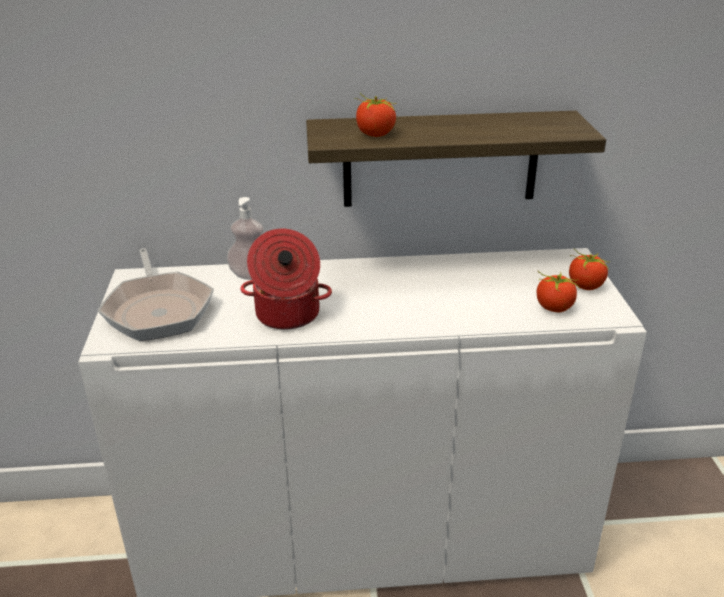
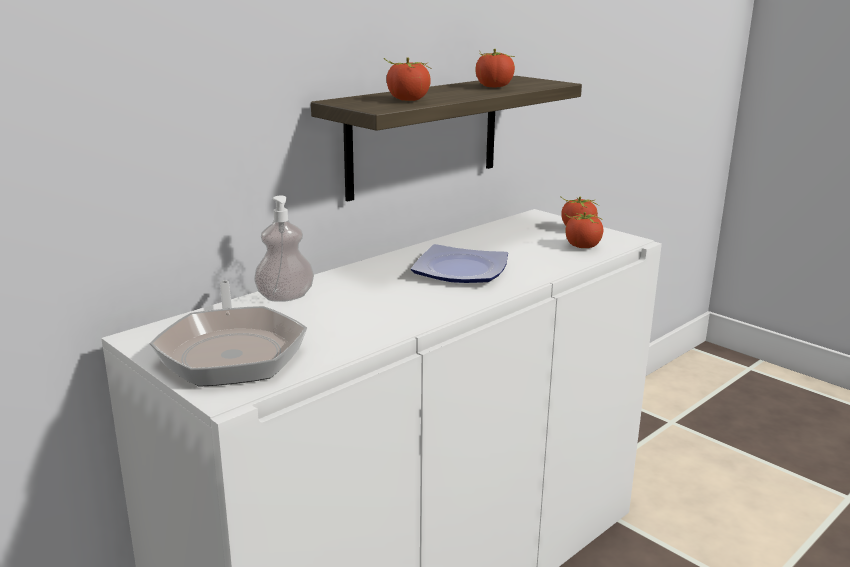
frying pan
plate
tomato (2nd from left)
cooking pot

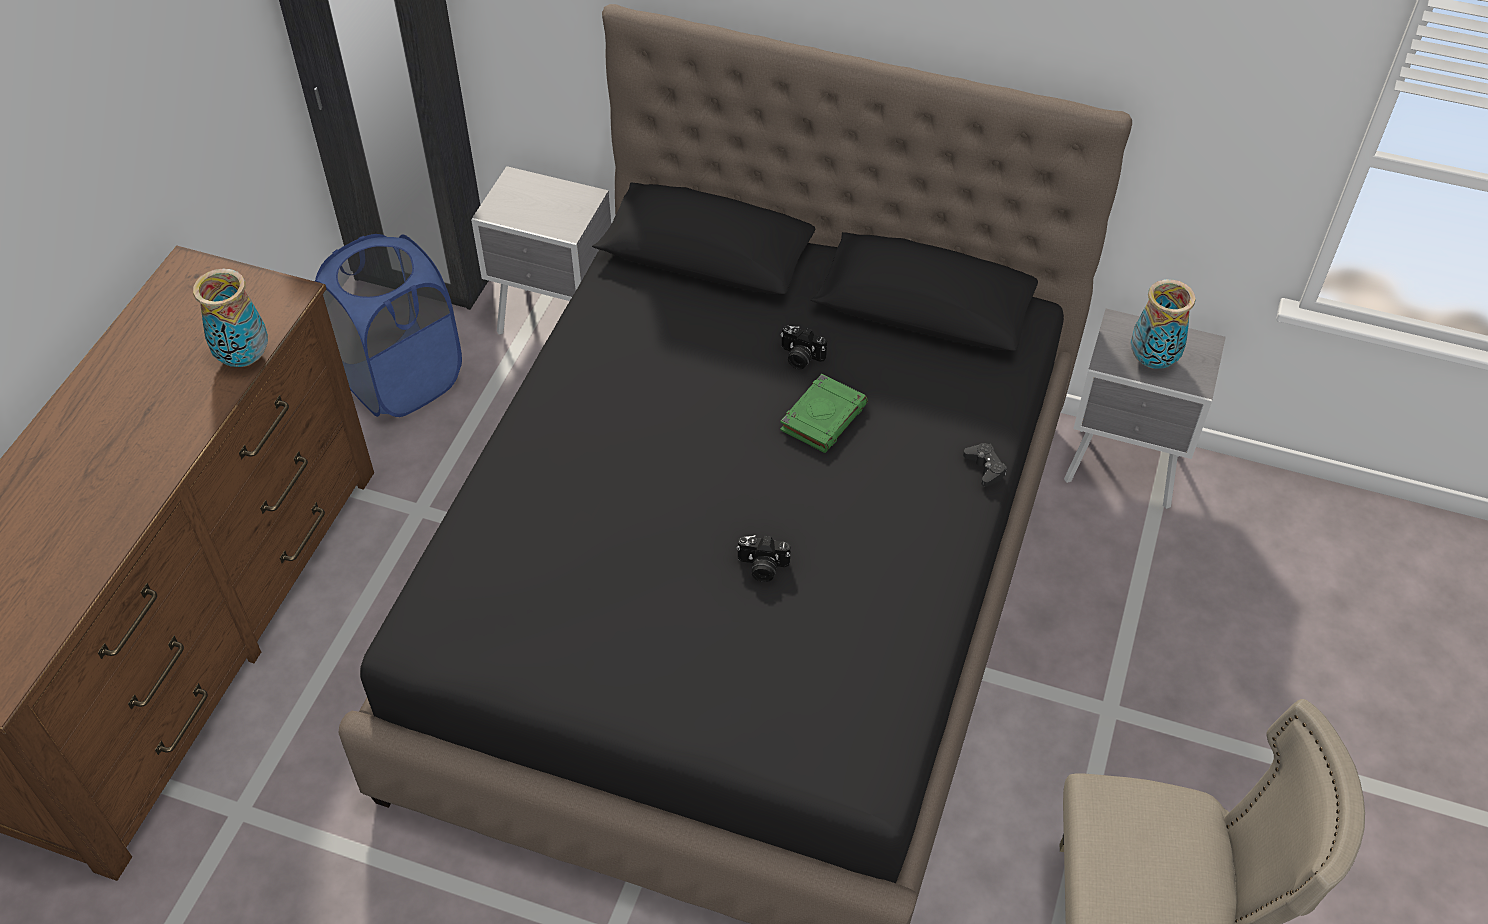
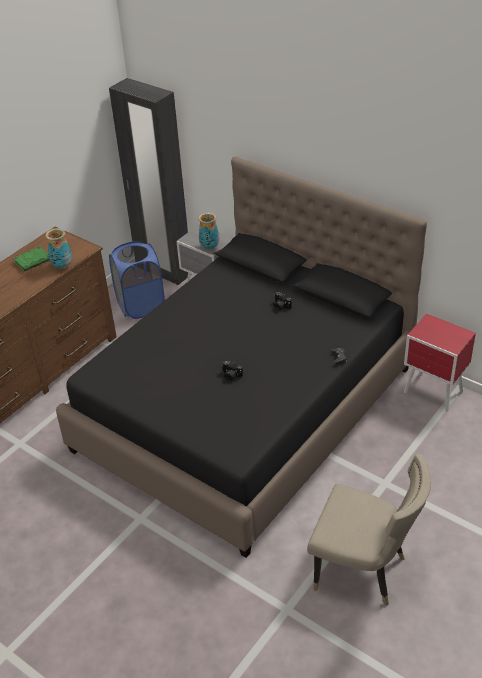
book (green)
vase (2nd from left)
nightstand (red)

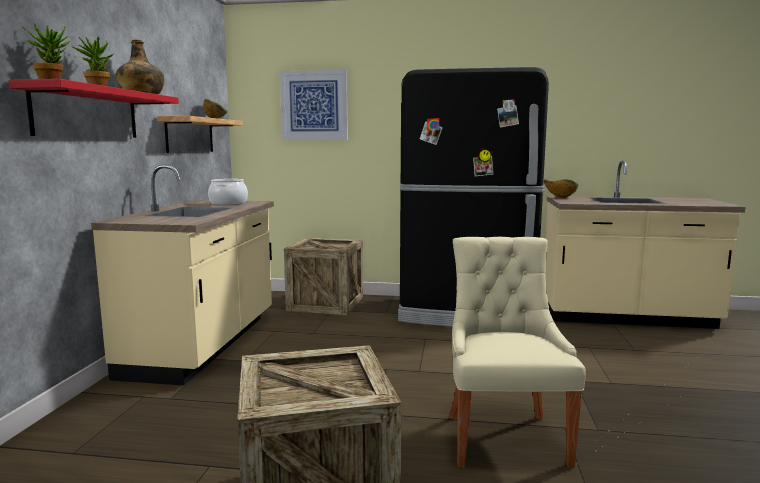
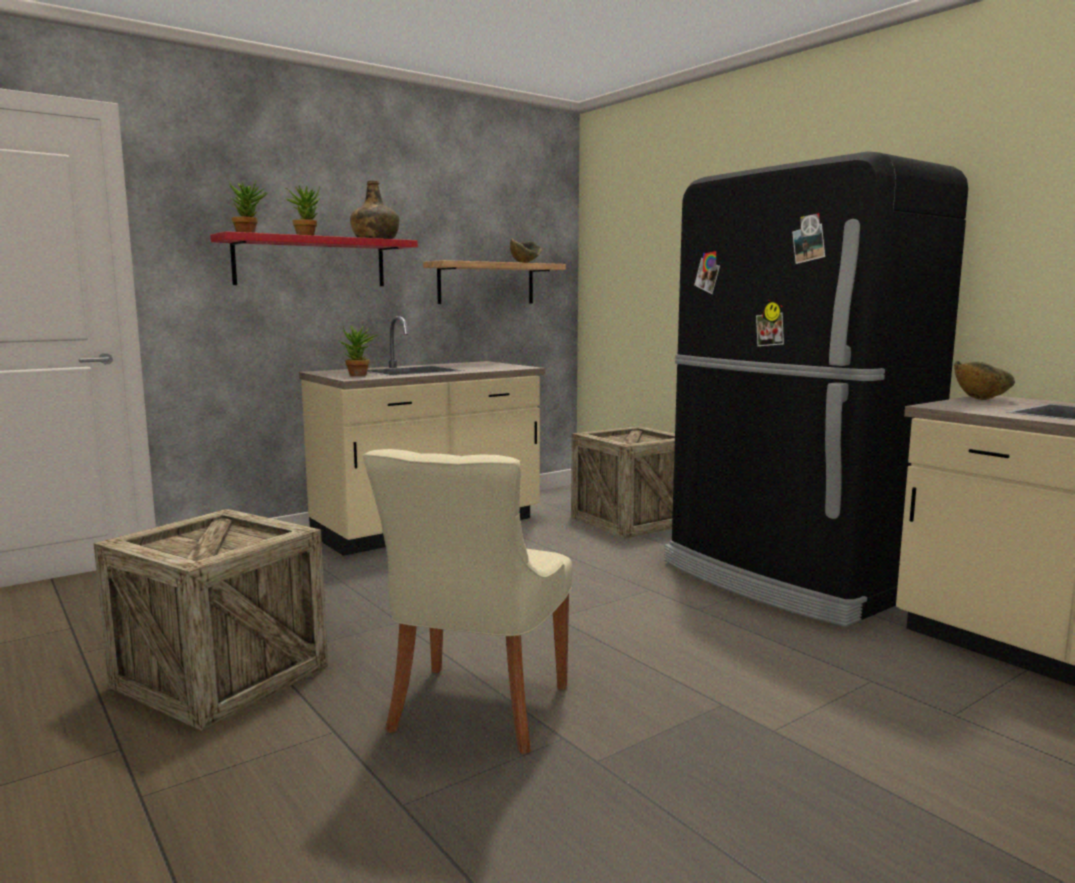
potted plant (3rd from left)
chair (beige)
cooking pot
picture

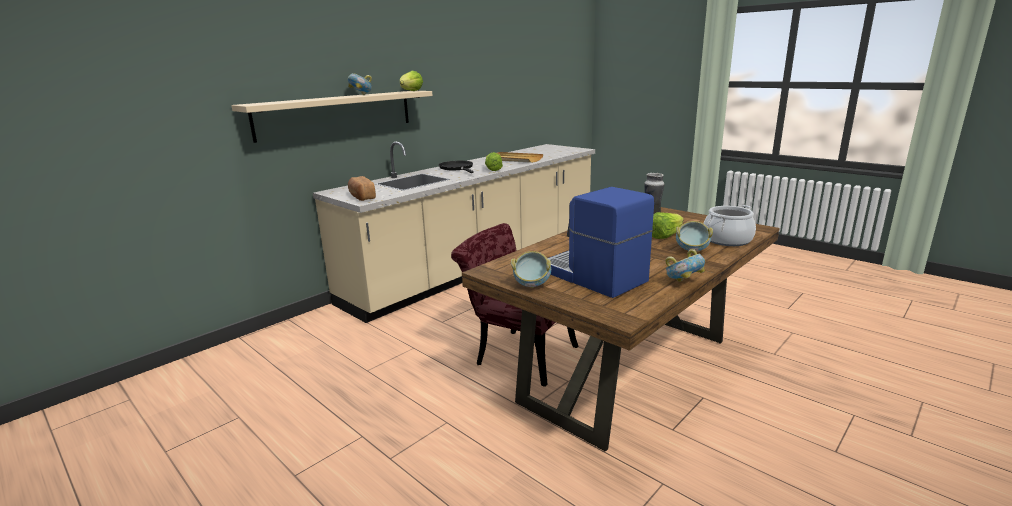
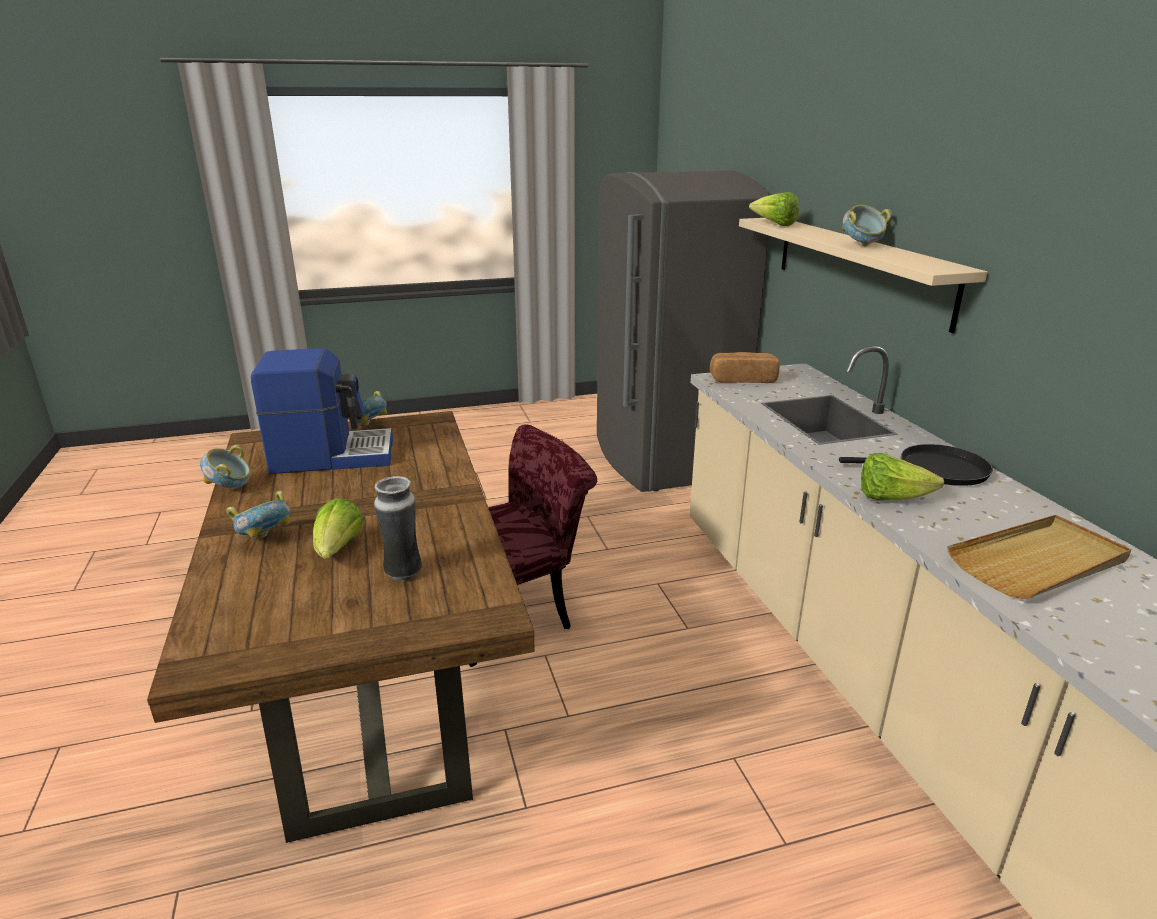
fridge (grey)
lettuce (2nd from left)
cooking pot

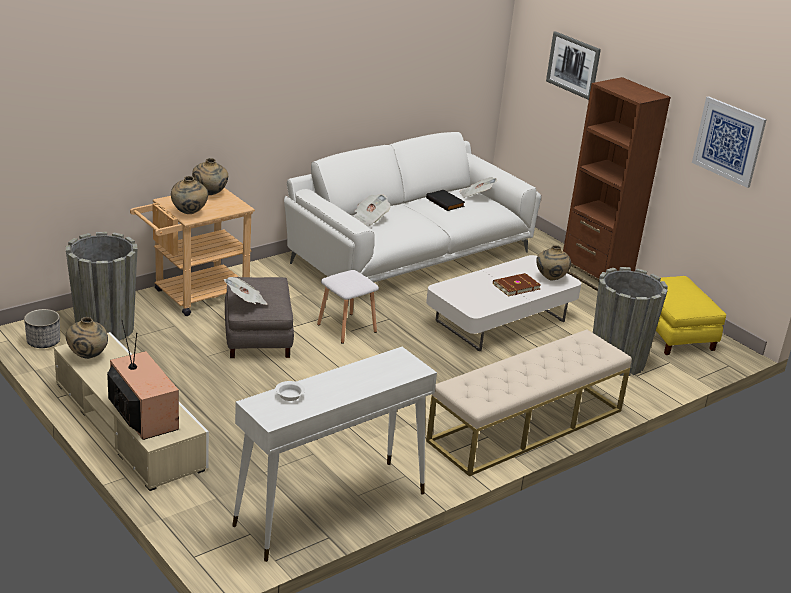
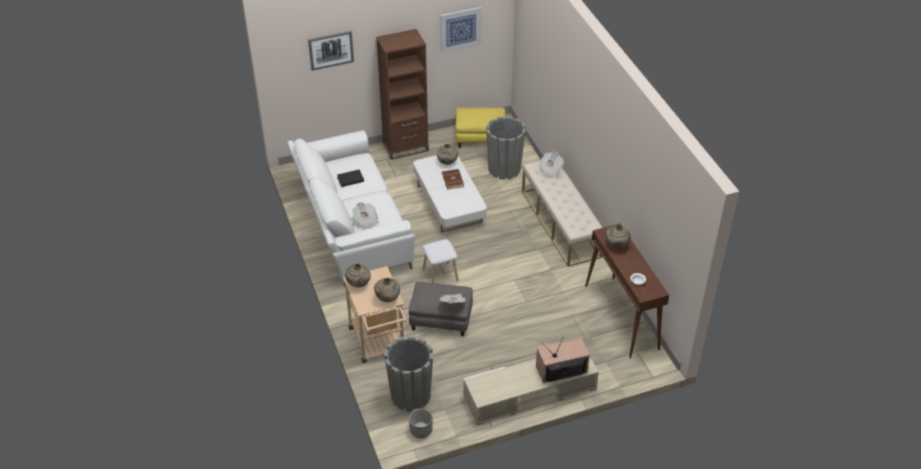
newspaper (3rd from left)
console table (brown)
vase (beige) (4th from left)

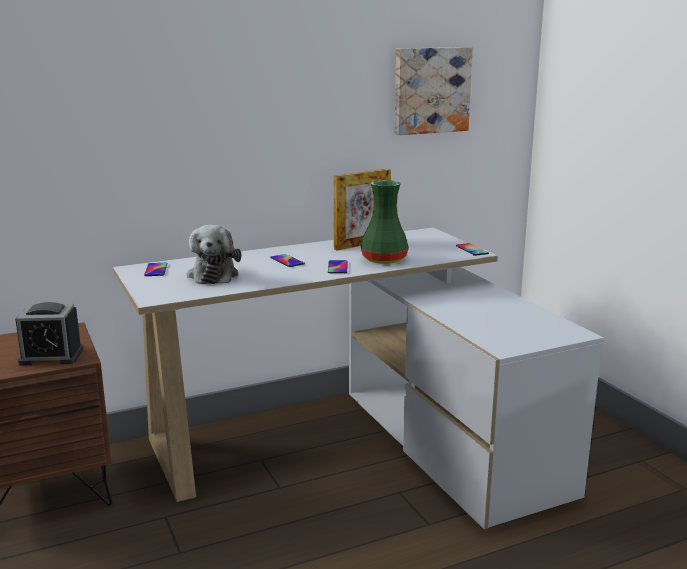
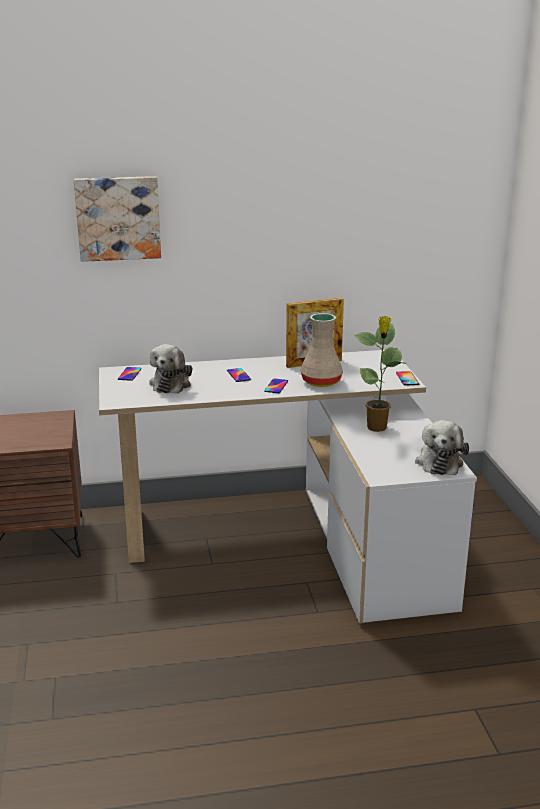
picture
vase (beige)
potted plant
plush toy (2nd from left)
alarm clock

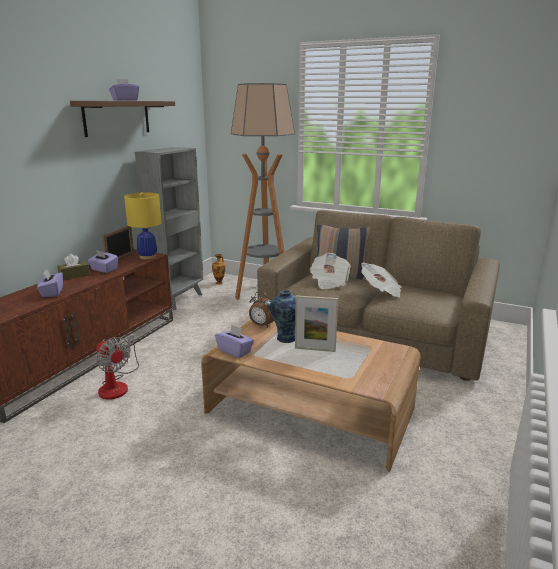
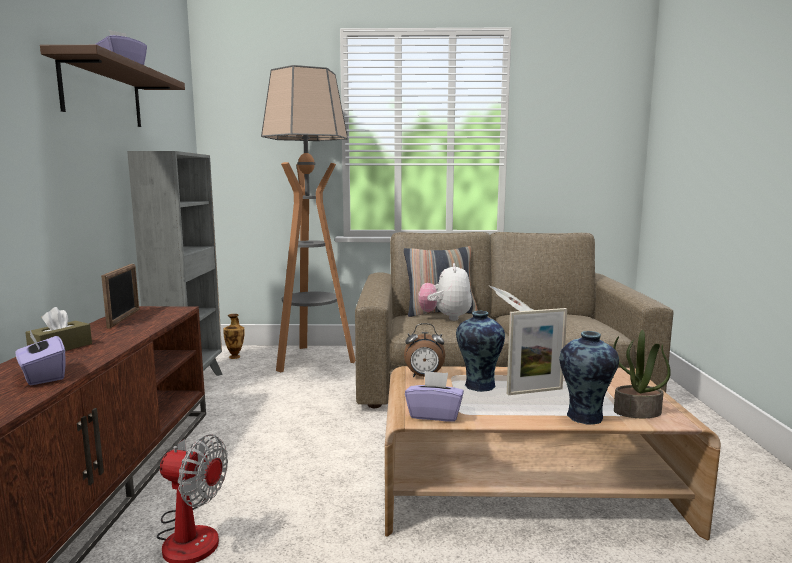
plush toy
vase (3rd from left)
potted plant
tissue box (purple) (2nd from left in the first image)
table lamp (yellow)

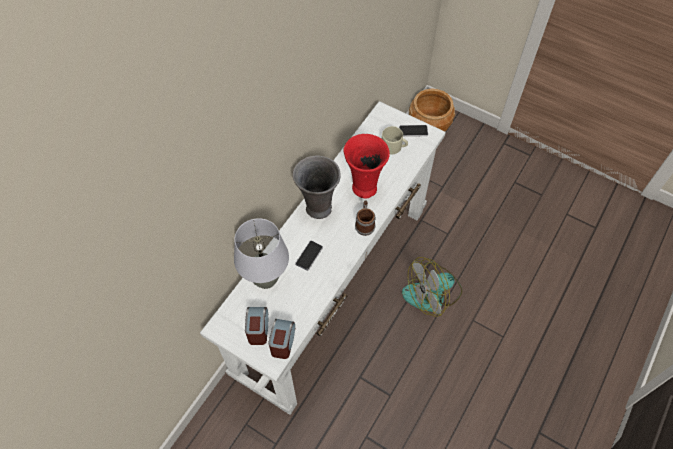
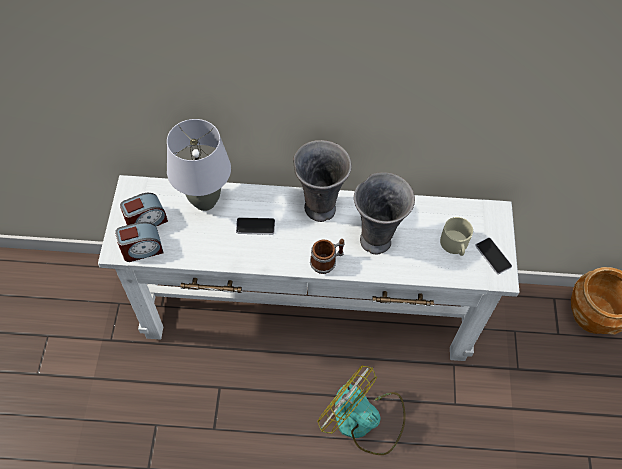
vase (grey) (2nd from left)

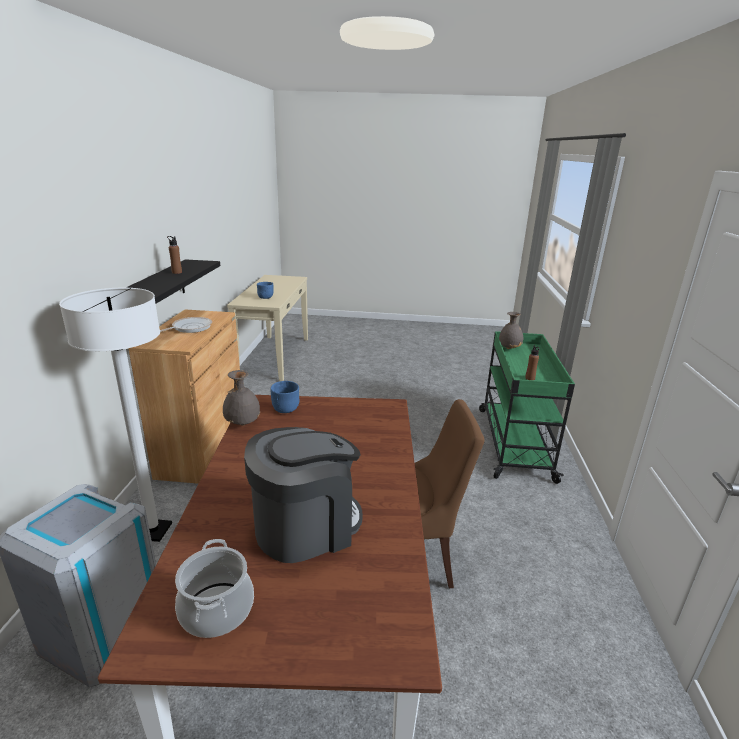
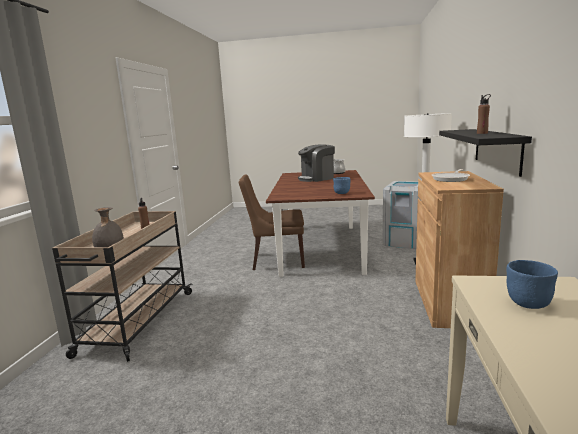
cart (beige)
vase (grey) (1st from left in the first image)

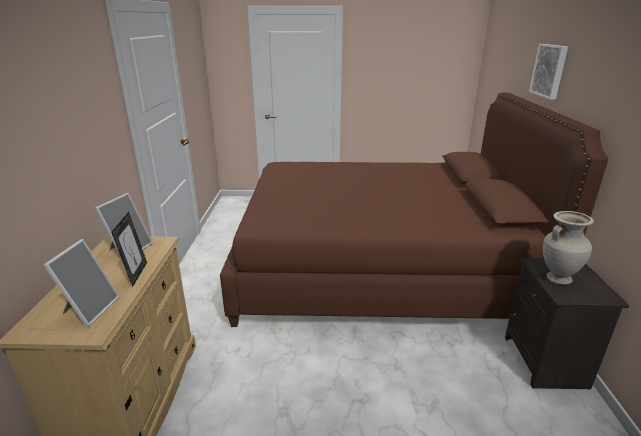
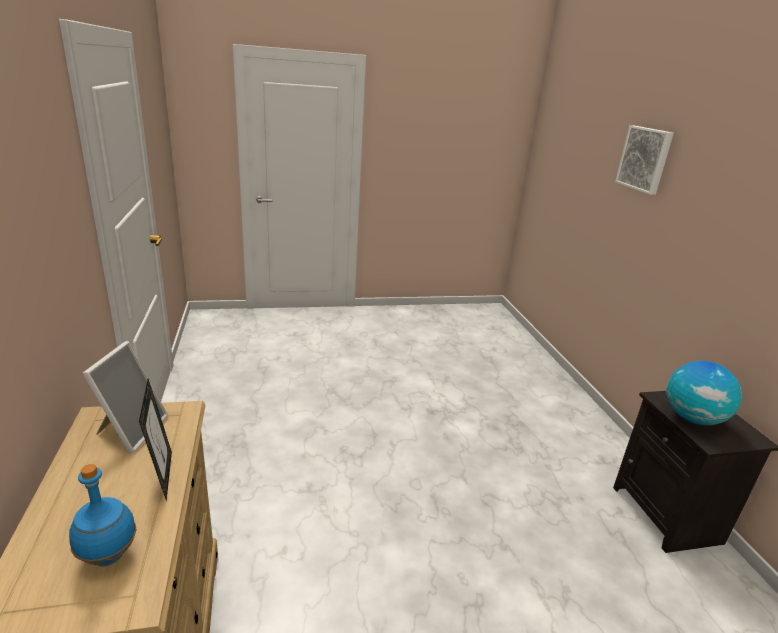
bottle (blue)
globe
bed (brown)

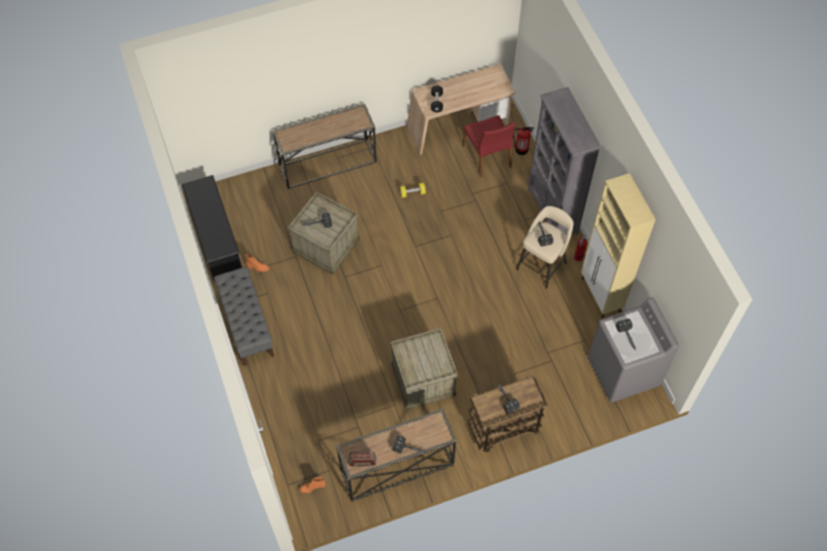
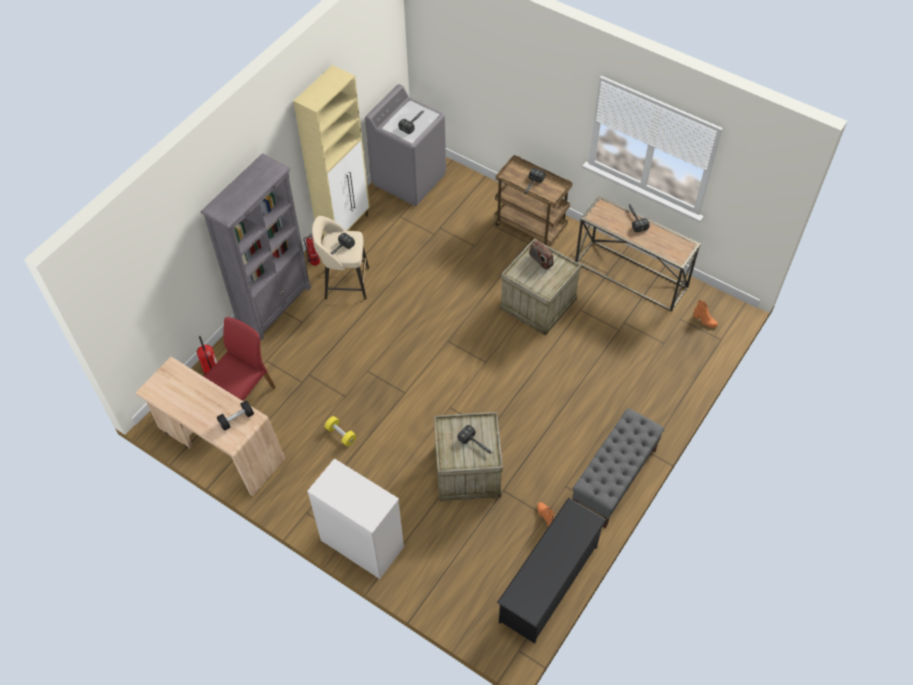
dresser (white)
radio

